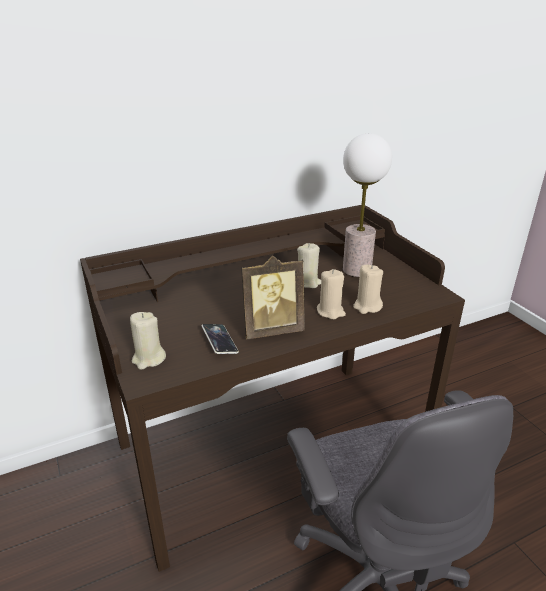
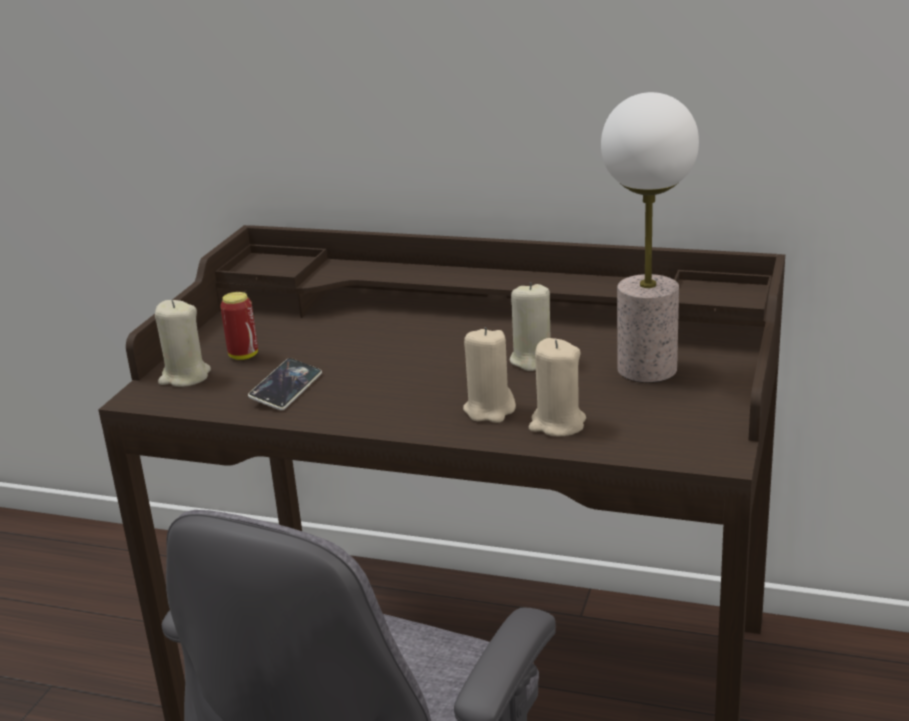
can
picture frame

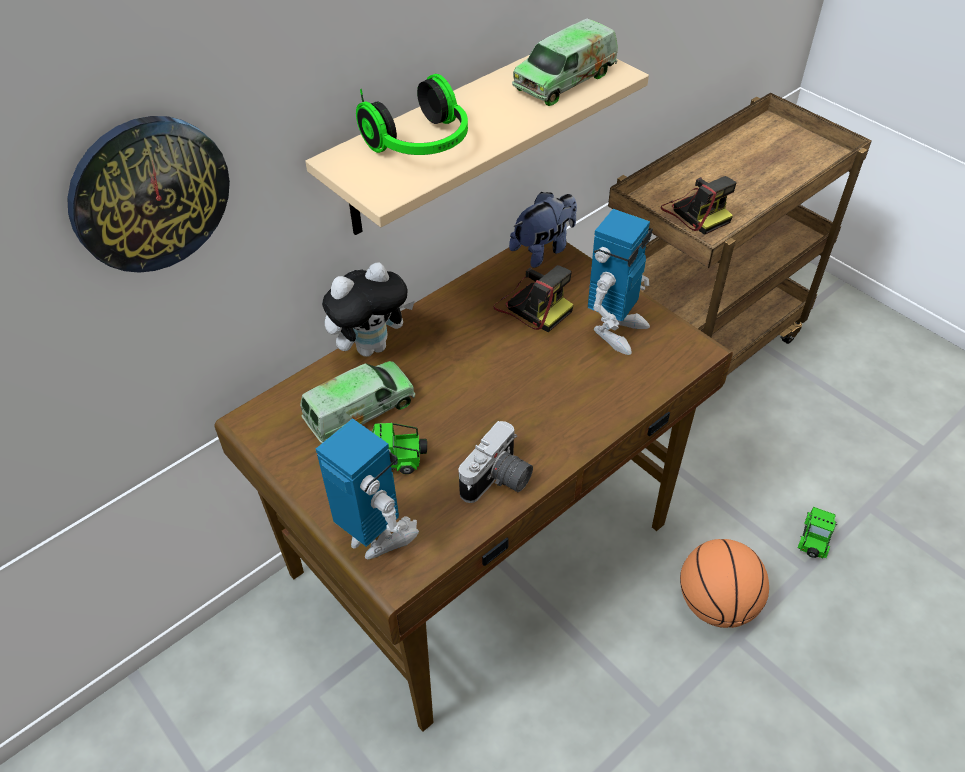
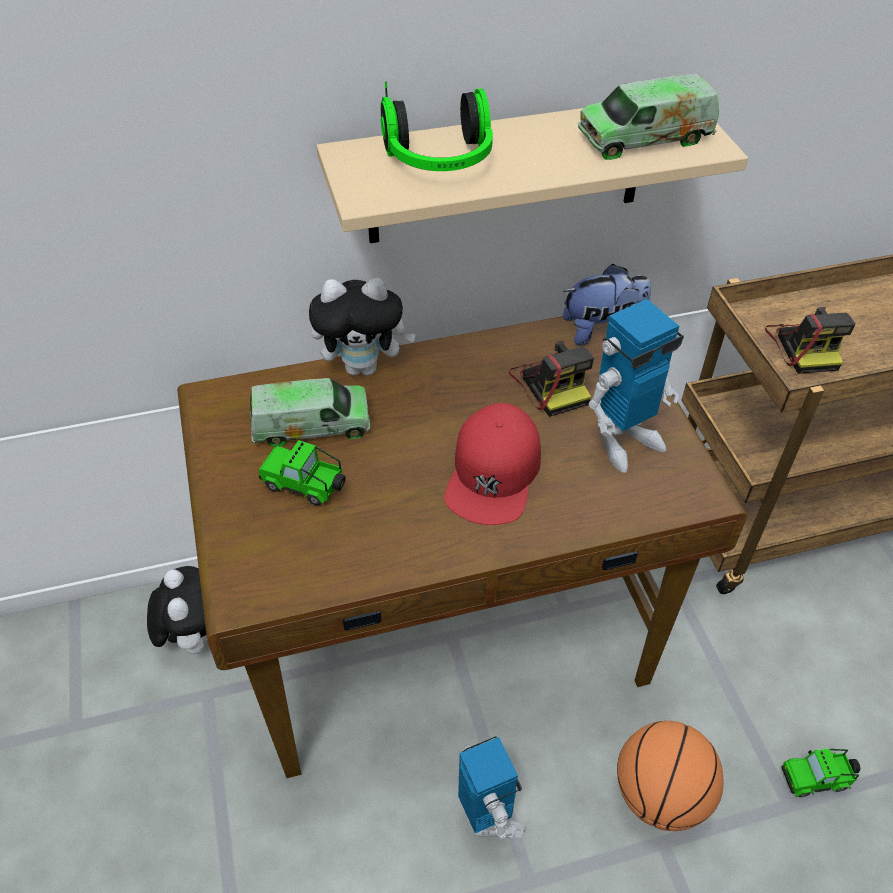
plush toy (1st from left)
cap (red)
toy robot (1st from left)
toy car (2nd from left)
wall clock
photo camera (1st from left in the first image)

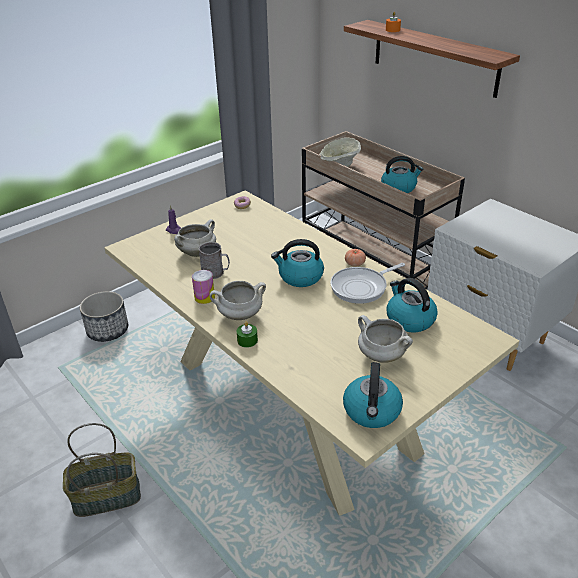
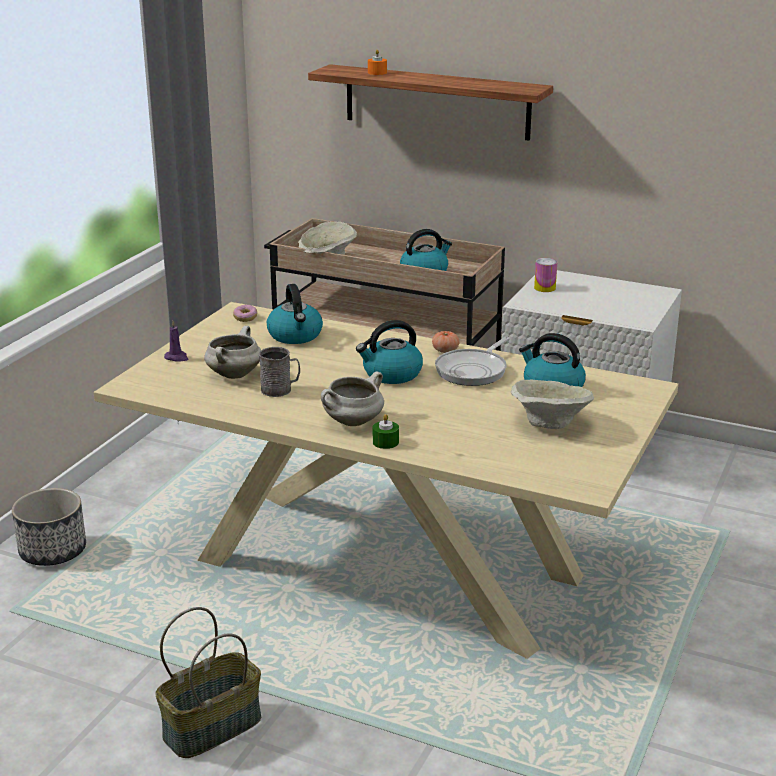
kettle (1st from left)
bowl (beige) (2nd from left)
can

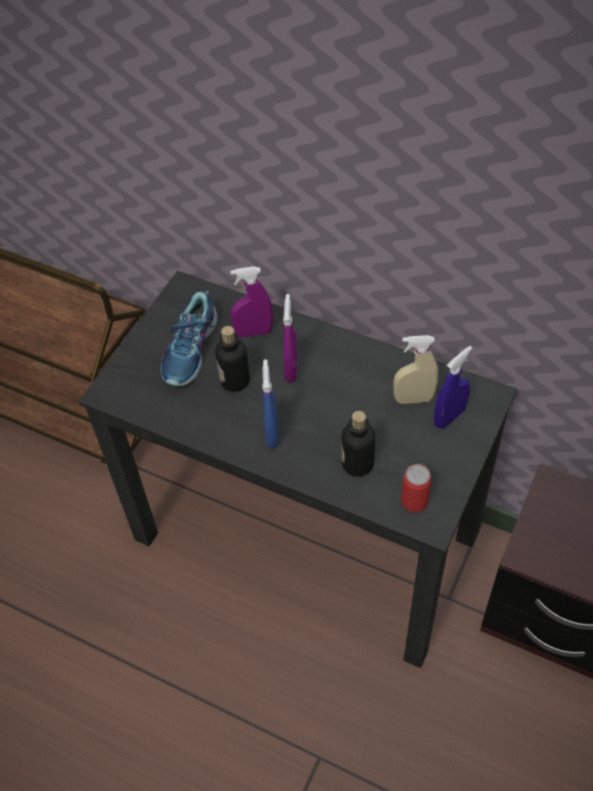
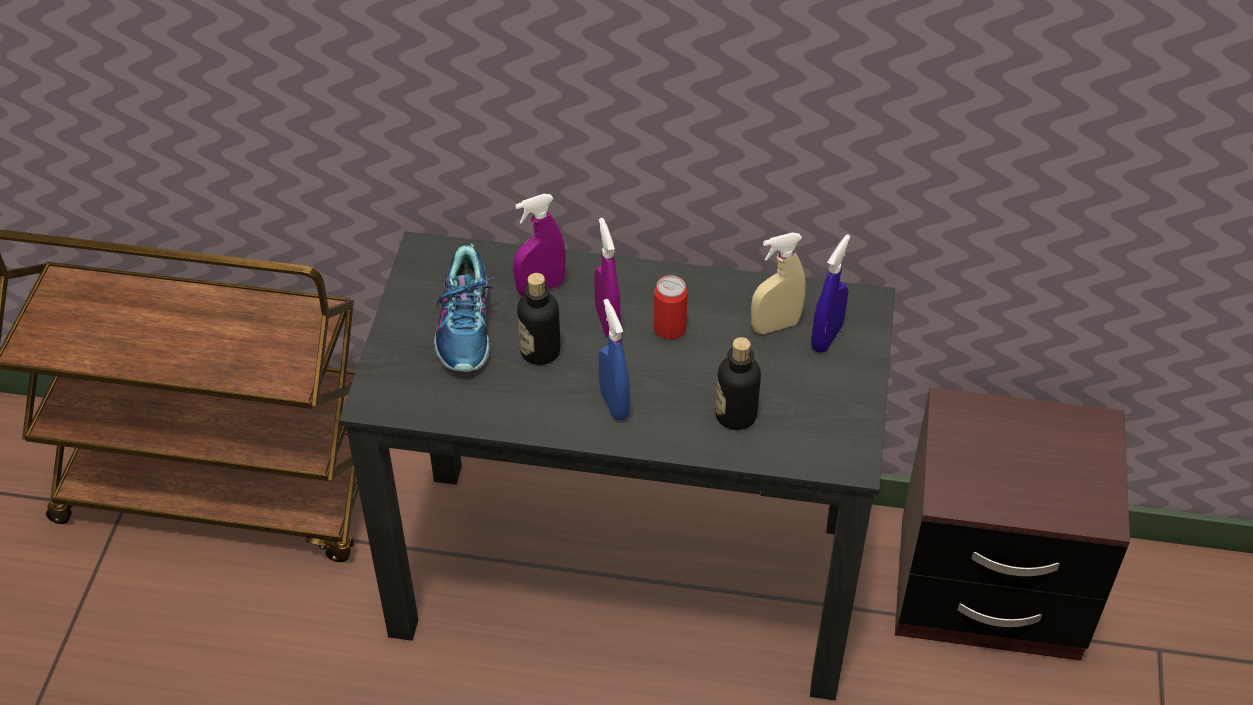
can

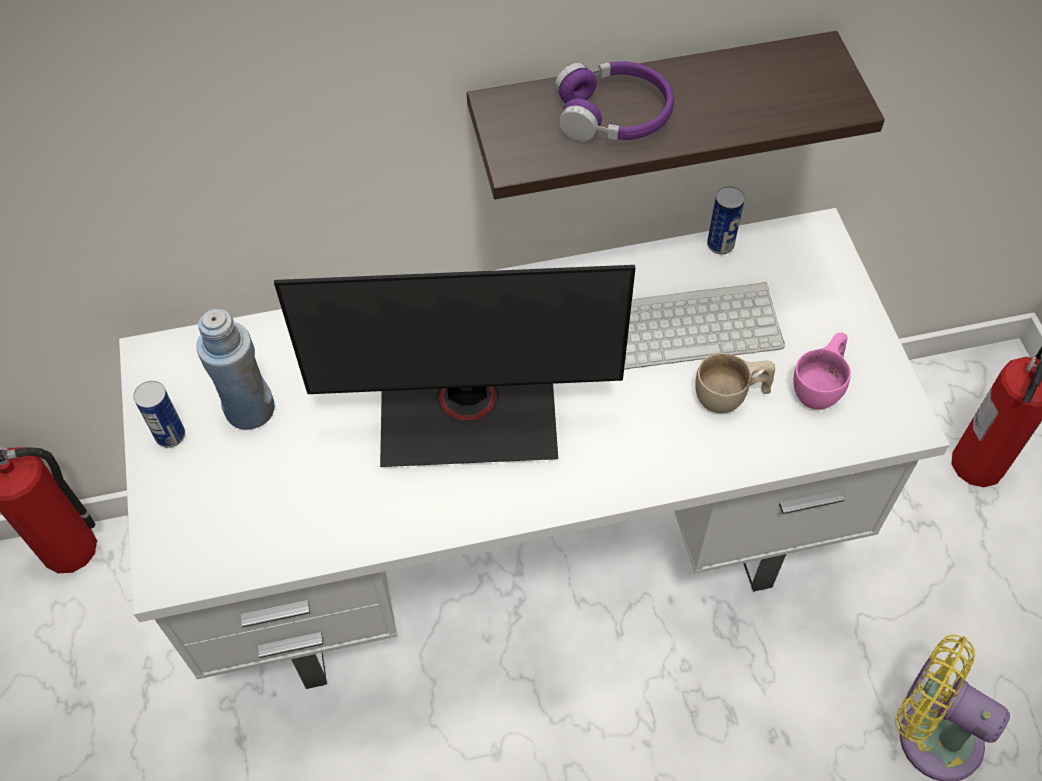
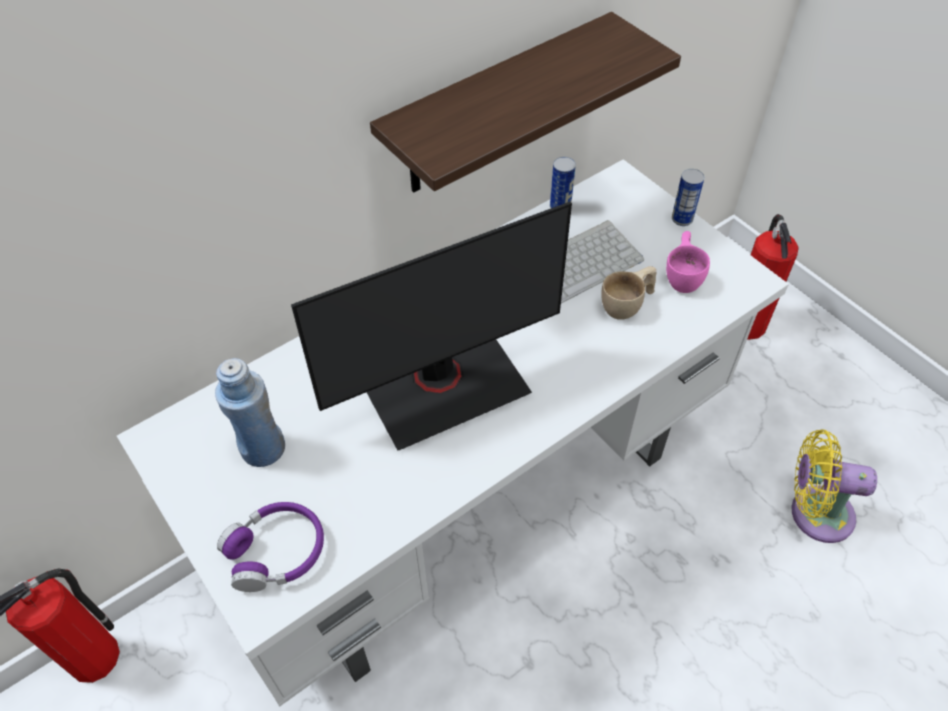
headphones (purple)
can (2nd from left)

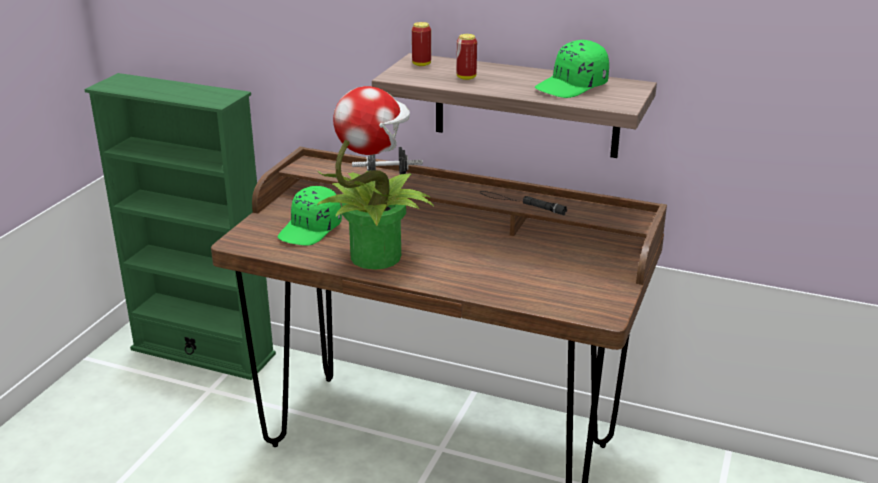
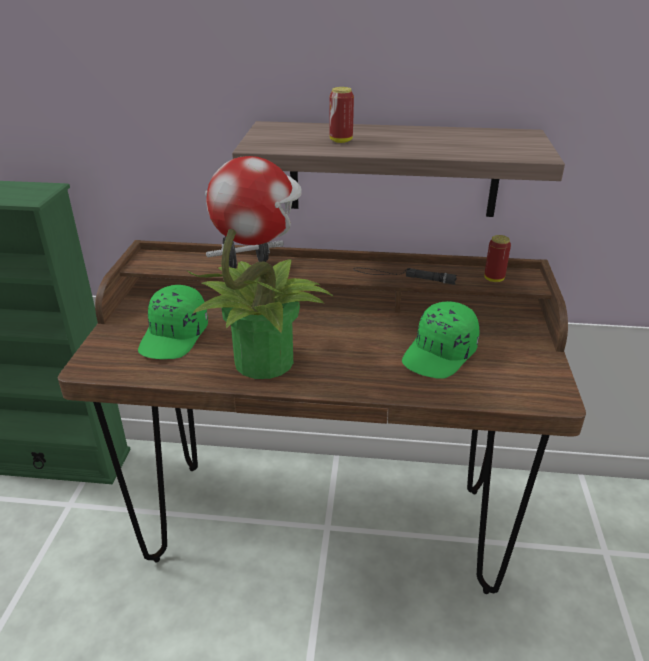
cap (green) (2nd from left)
can (2nd from left)

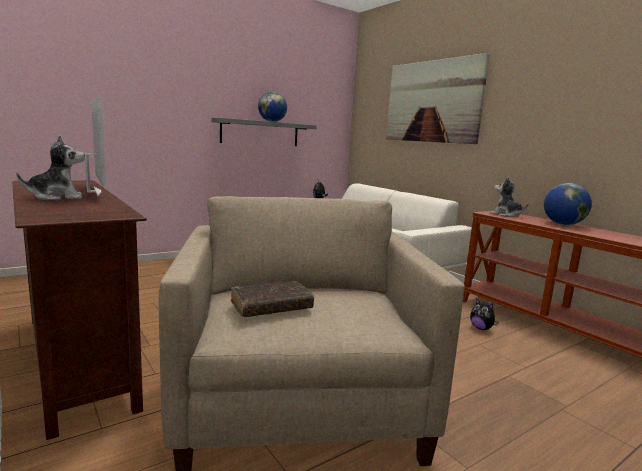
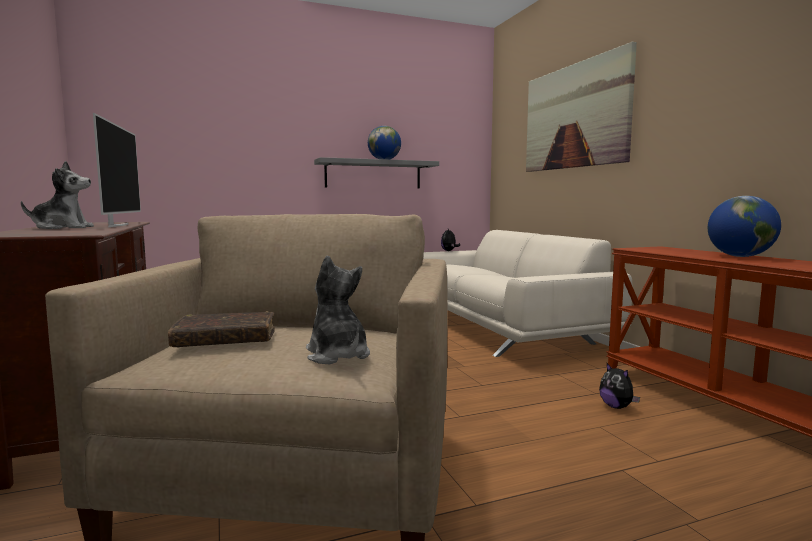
plush toy (2nd from left)

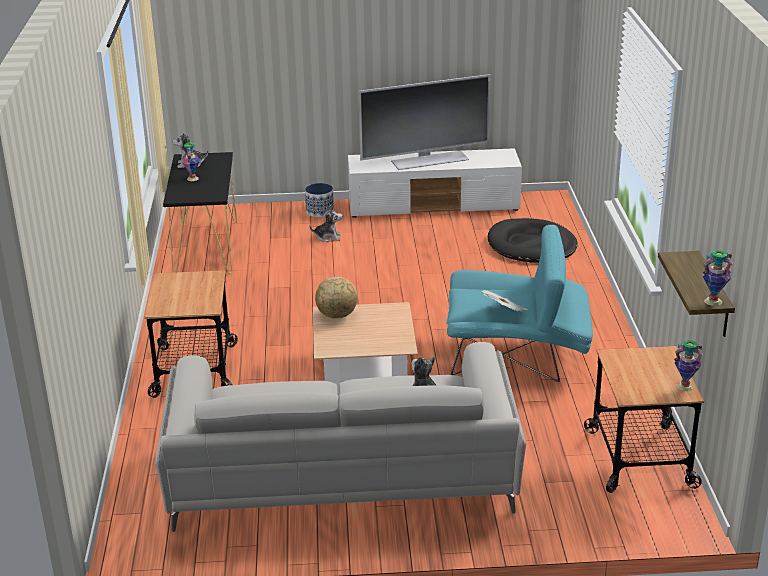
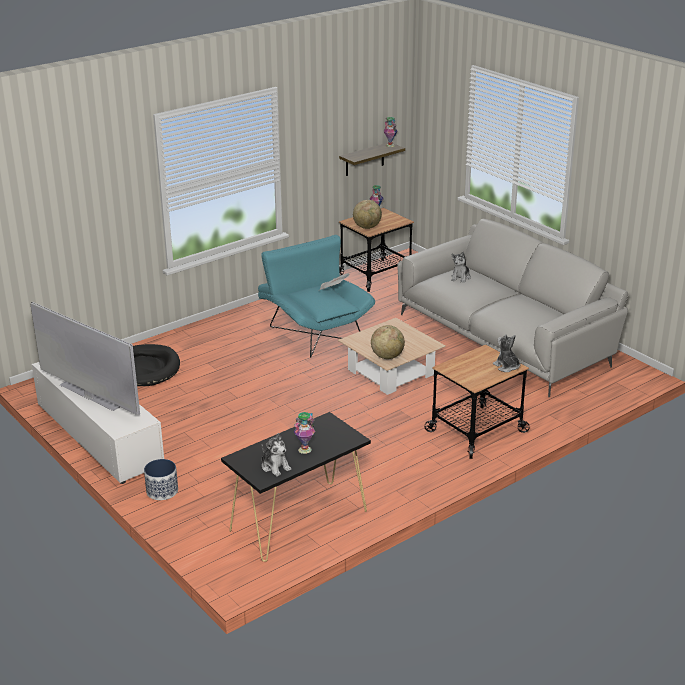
globe (1st from left)
plush toy (3rd from left)

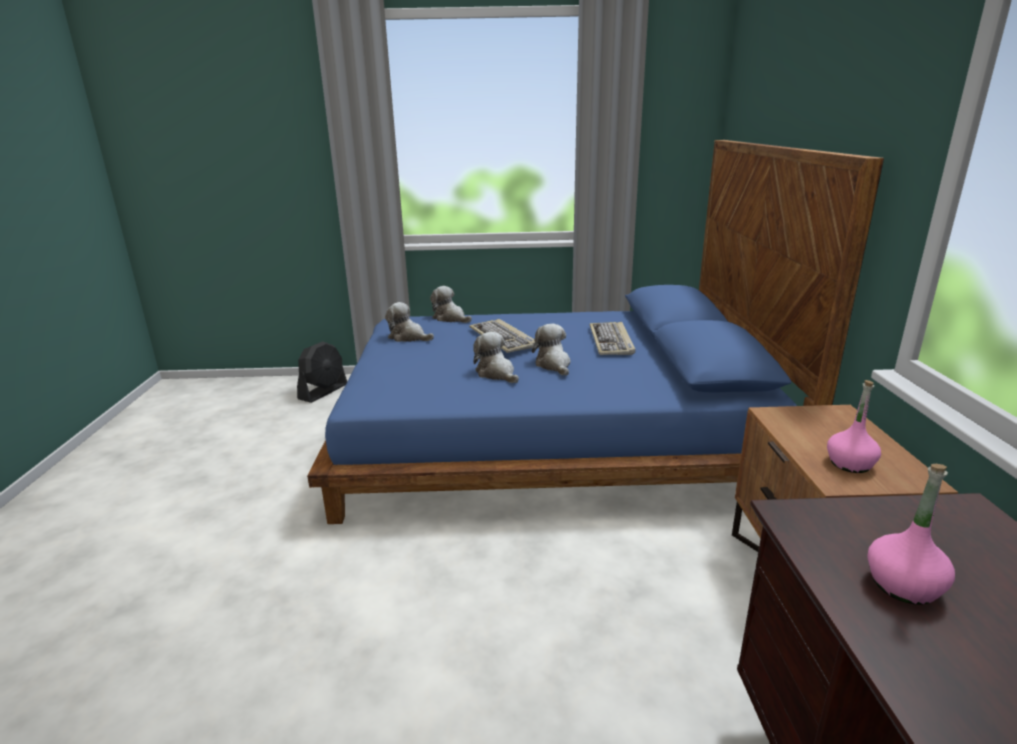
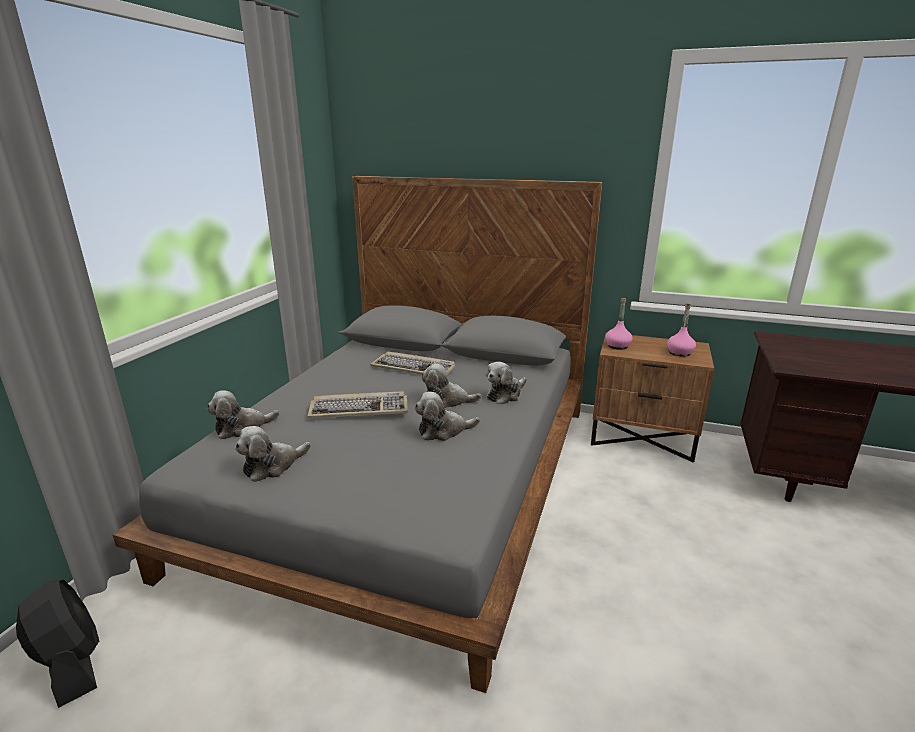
bed (grey)
plush toy (5th from left)
bottle (pink) (1st from left)

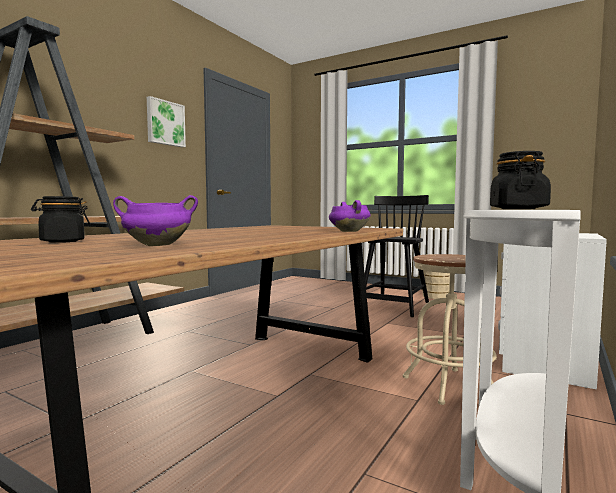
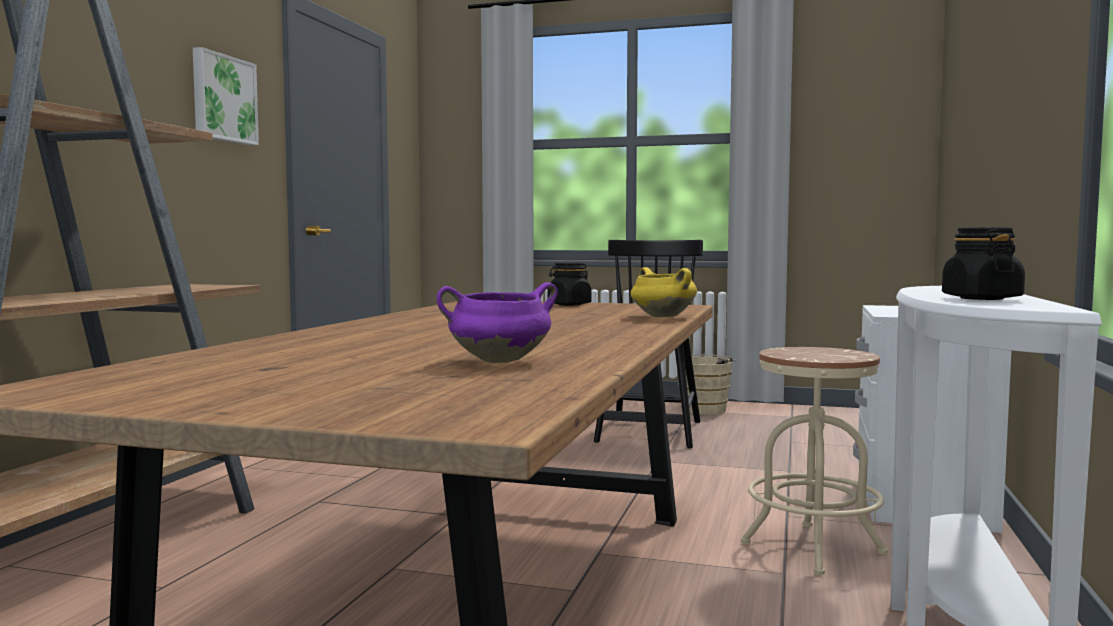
jar (black) (1st from left)
cooking pot (yellow)

